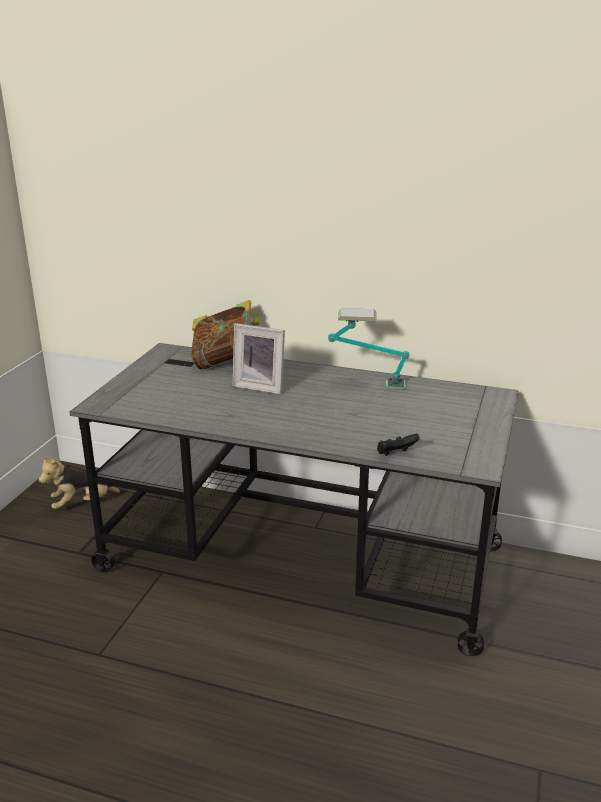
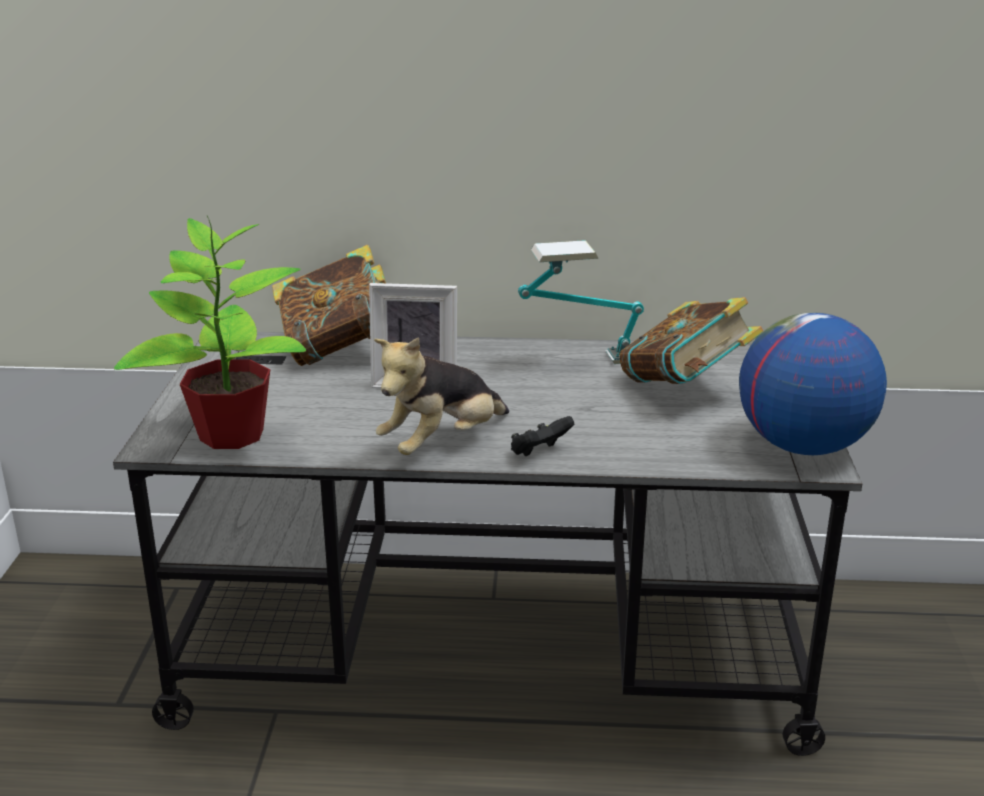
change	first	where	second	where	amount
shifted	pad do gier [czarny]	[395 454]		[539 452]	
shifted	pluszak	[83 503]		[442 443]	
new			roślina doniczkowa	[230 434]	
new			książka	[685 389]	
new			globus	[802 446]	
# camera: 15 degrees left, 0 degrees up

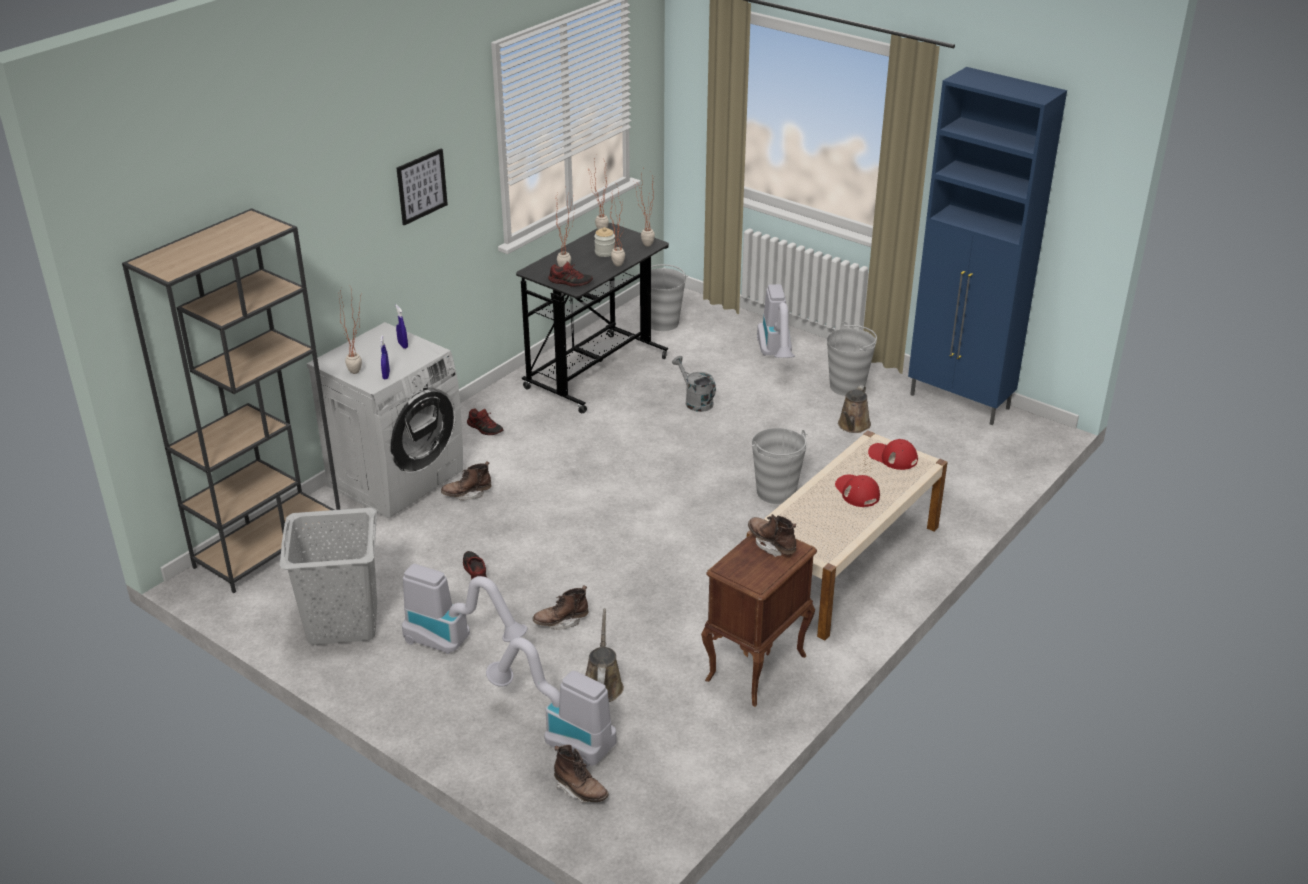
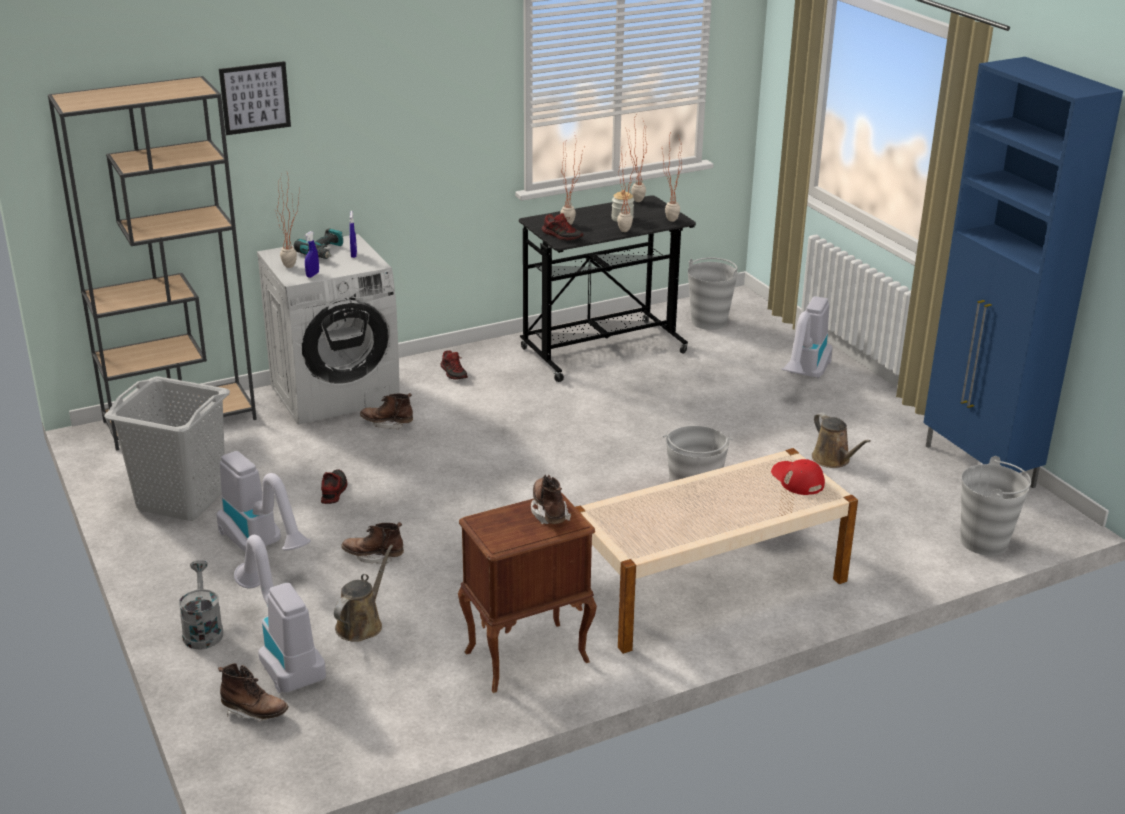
change	first	where	second	where	amount
shifted	obraz	[421 186]		[255 97]	
shifted	wiadro [szary]	[847 386]		[984 542]	
shifted	konewka [szary]	[695 401]		[203 630]	
rotated	konewka [brązowy]	[853 426]		[833 460]	75 degrees counterclockwise
gone	czapka z daszkiem [czerwony]	[857 492]			
rotated	but z cholewką [brązowy]	[580 791]		[254 712]	45 degrees counterclockwise
new			wiertarka	[324 252]	
# camera: 25 degrees right, 5 degrees down

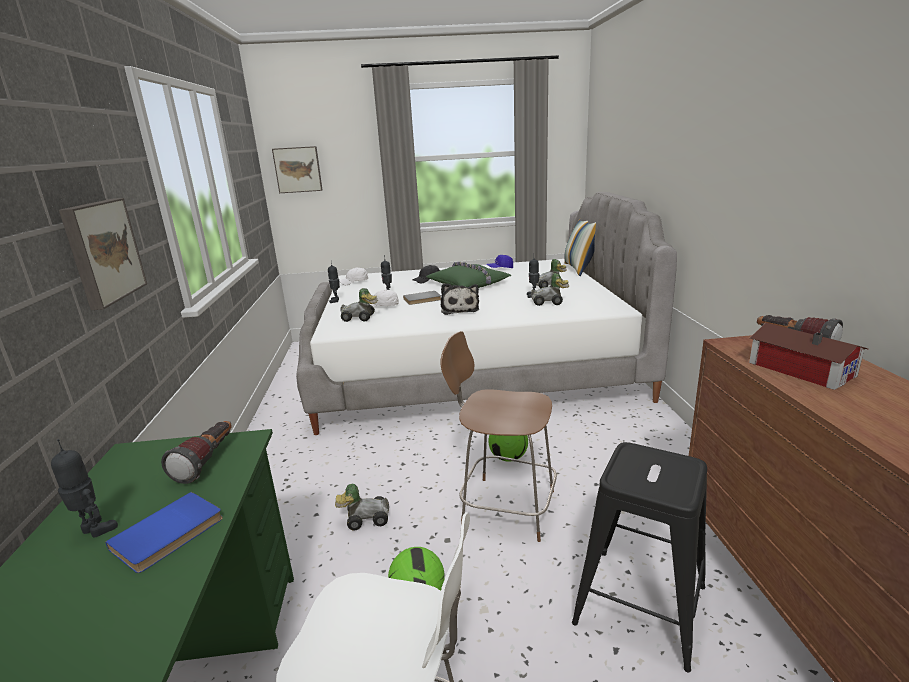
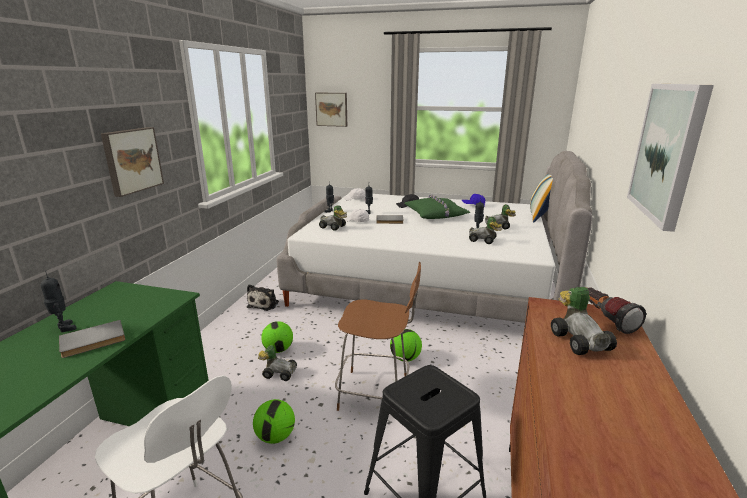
change	first	where	second	where	amount
shifted	pluszak	[459 309]		[264 304]	
swapped	domek	[799 367]	samochodzik	[579 339]	
rotated	krzesło [brązowy]	[505 507]		[376 394]	150 degrees clockwise
gone	latarka	[208 461]			
repainted	książka [niebieski]	[170 534]	książka [szary]	[93 341]	
new			obraz	[667 151]	
new			piłka futbolowa	[278 350]	
# camera: 20 degrees right, 0 degrees up

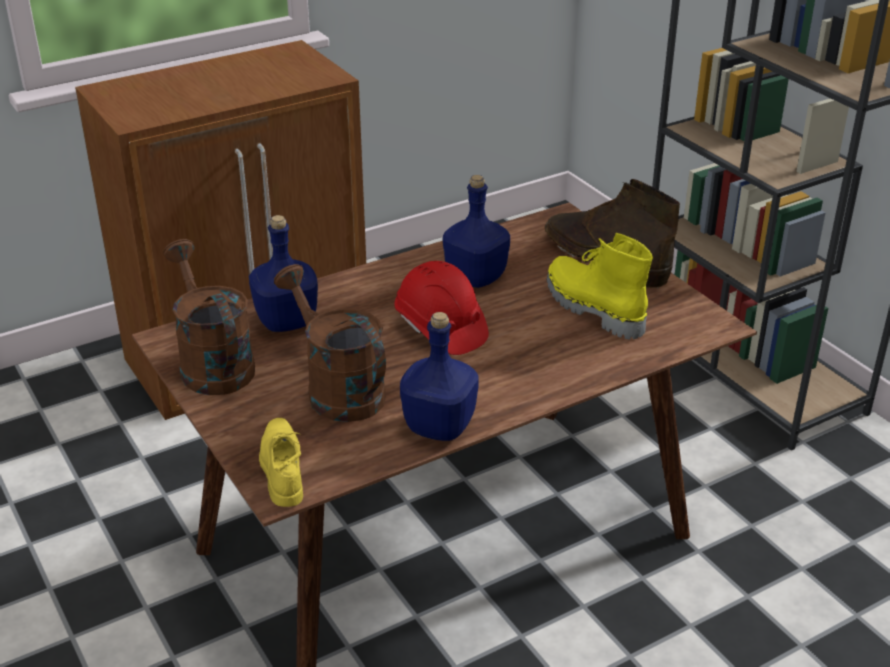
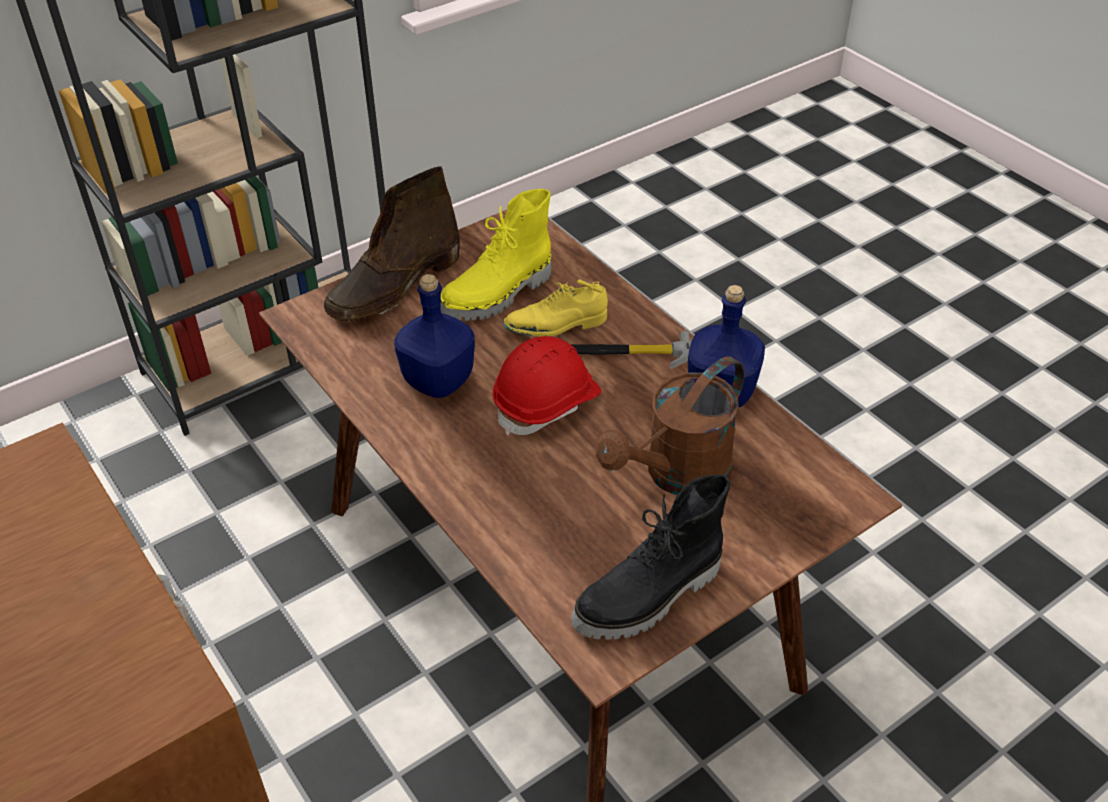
change	first	where	second	where	amount
gone	butelka [niebieski]	[285 322]			
swapped	konewka [brązowy]	[212 363]	but z cholewką [czarny]	[649 598]	
shifted	but [żółty]	[282 469]		[556 326]	
new			młotek	[627 354]	
# camera: 95 degrees left, 10 degrees up

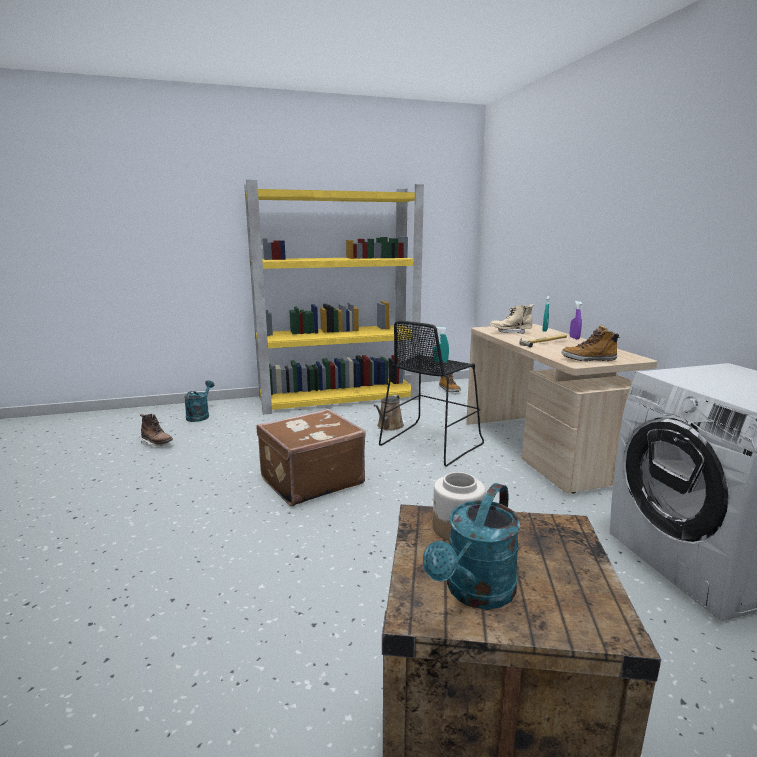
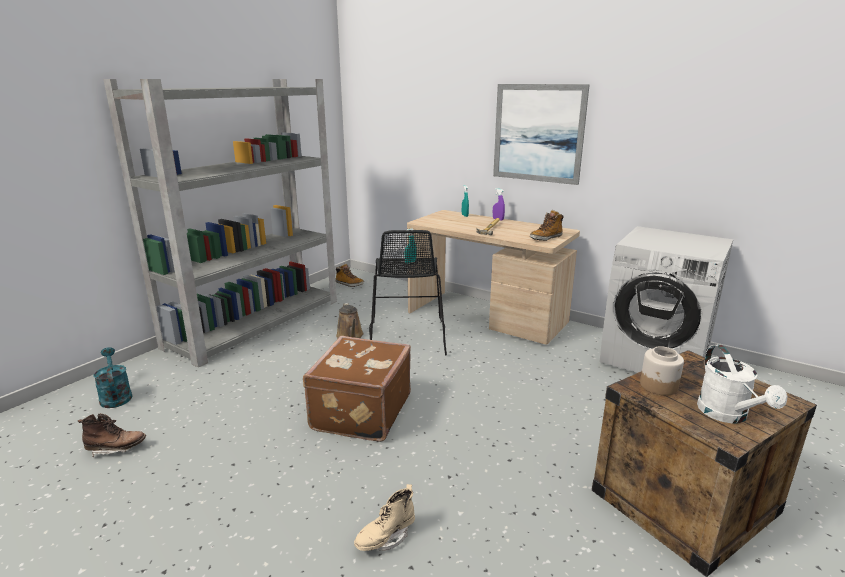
change	first	where	second	where	amount
repainted	regał [żółty]	[338 398]	regał [szary]	[256 323]	
shifted	but z cholewką [beżowy]	[510 332]		[386 537]	
repainted	konewka [turkusowy]	[475 593]	konewka [biały]	[728 415]	
new			obraz	[538 133]	
# camera: 40 degrees left, 5 degrees up

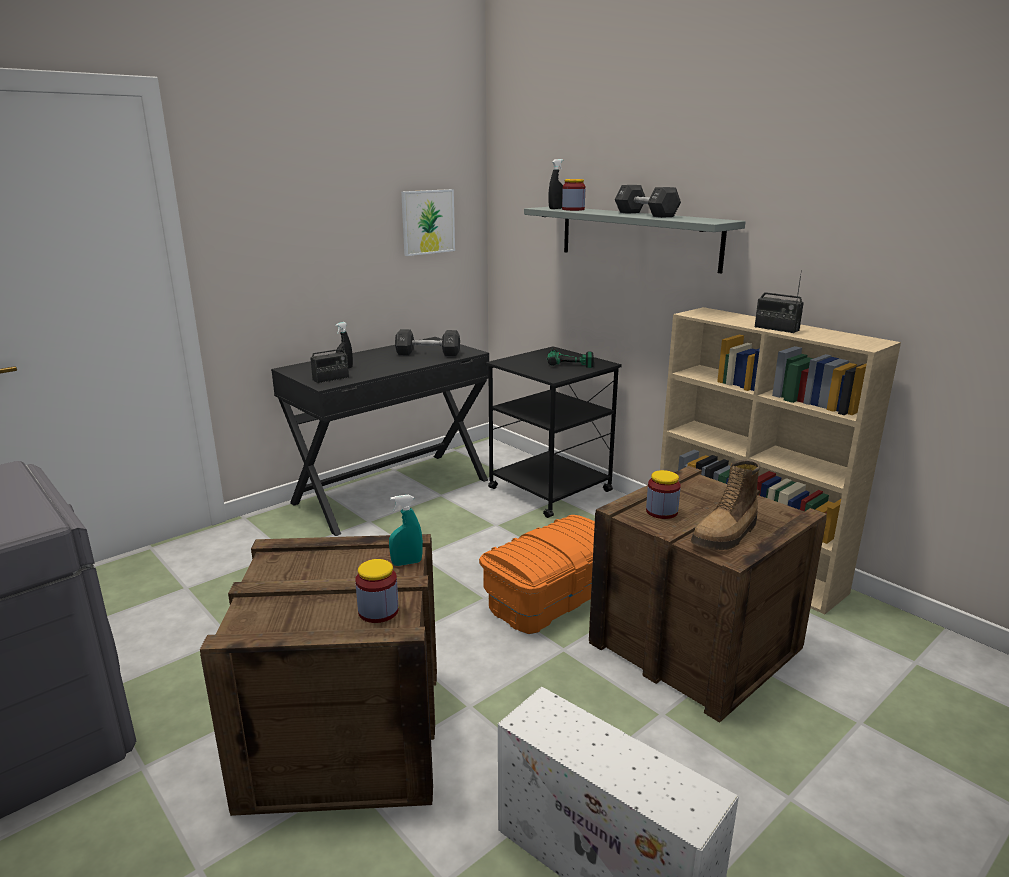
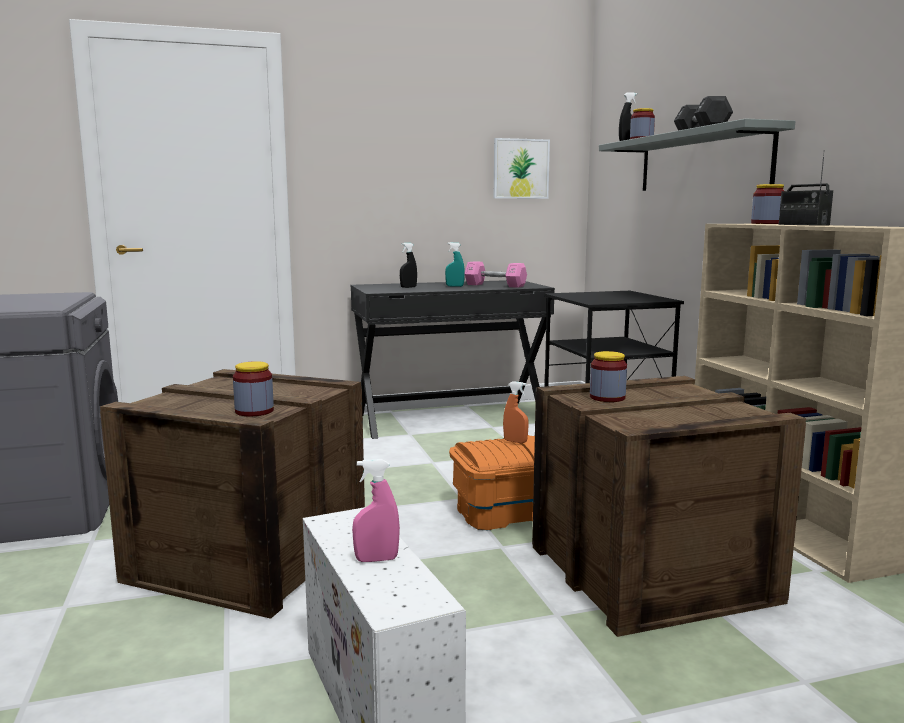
change	first	where	second	where	amount
gone	radio	[331 379]			
repainted	hantel [czarny]	[428 354]	hantel [różowy]	[495 285]	
gone	wiertarka	[569 360]			
gone	but z cholewką	[726 536]			
shifted	spryskiwacz [turkusowy]	[407 563]		[454 286]	
new			słoik	[766 223]	
new			spryskiwacz [pomarańczowy]	[515 441]	
new			spryskiwacz [różowy]	[376 559]	
# camera: 25 degrees right, 10 degrees down

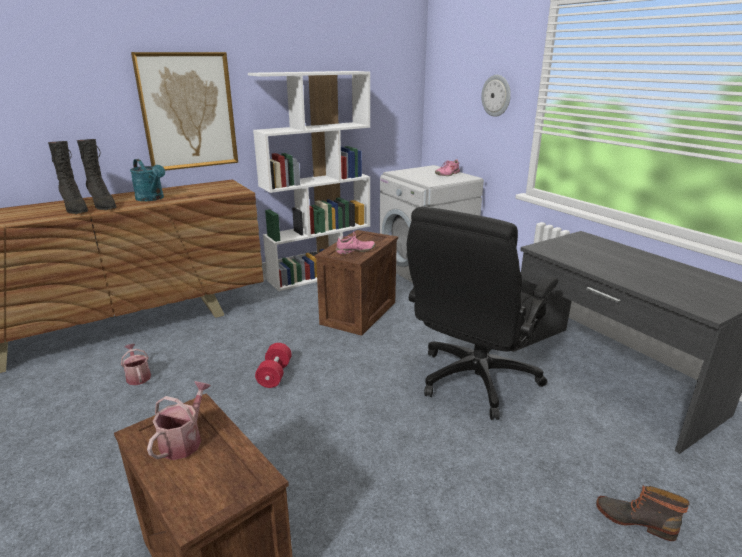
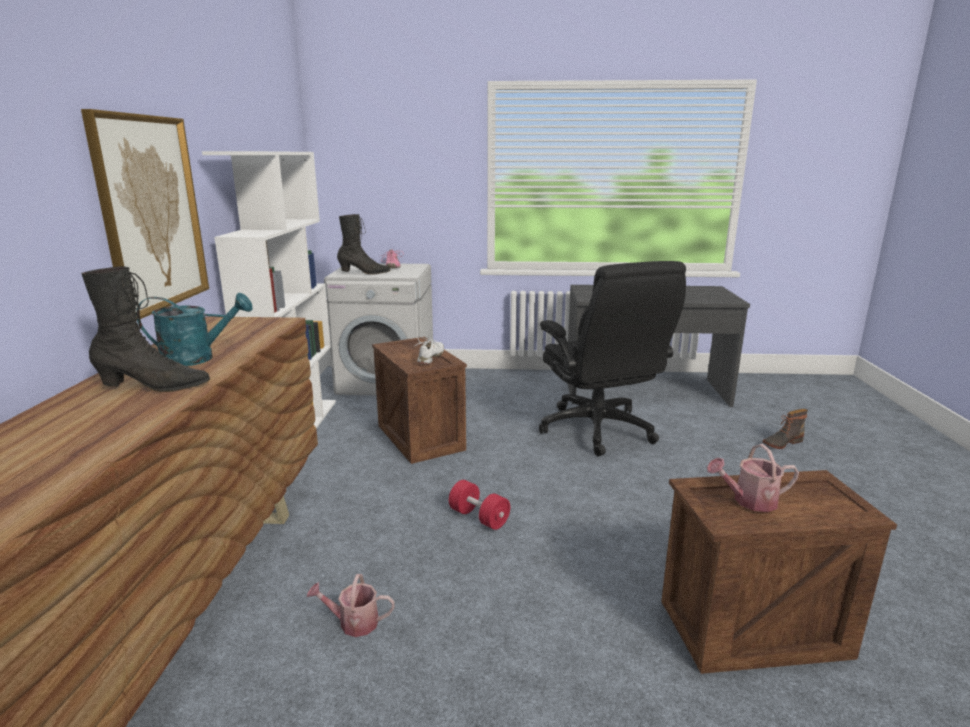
change	first	where	second	where	amount
gone	zegar ścienny	[496 95]			
shifted	but z cholewką [czarny]	[75 209]		[364 273]	
repainted	but [różowy]	[355 251]	but [biały]	[431 358]	
rotated	konewka	[184 440]		[749 501]	60 degrees counterclockwise
# camera: 55 degrees left, 5 degrees down

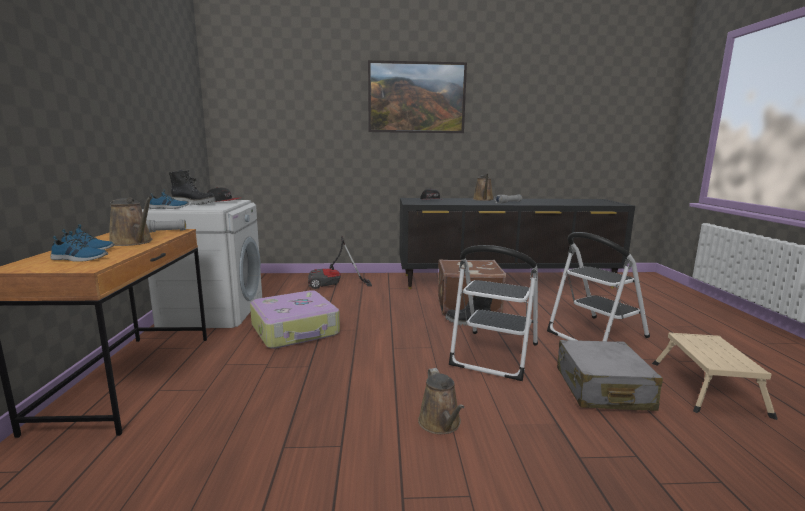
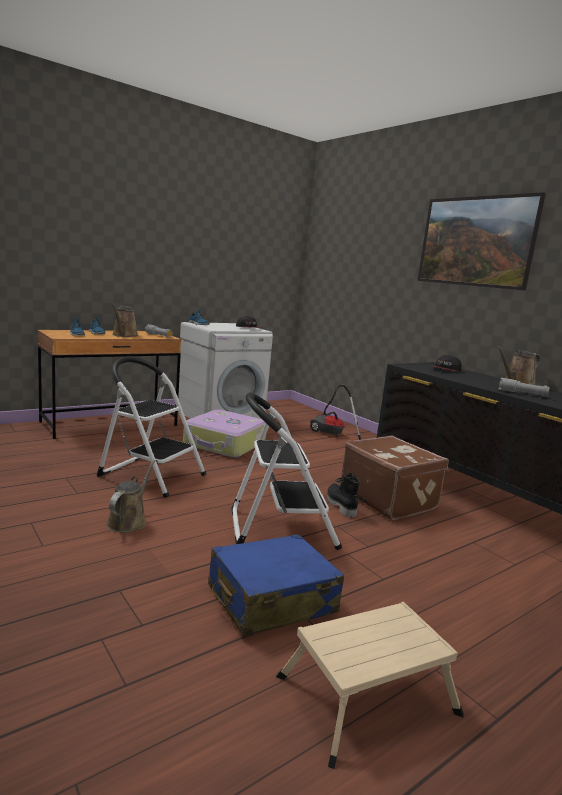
change	first	where	second	where	amount
gone	but z cholewką [czarny]	[194 204]			
shifted	drabinka	[594 335]		[150 475]	
repainted	walizka [szary]	[602 388]	walizka [niebieski]	[271 600]	
rotated	konewka [brązowy]	[441 424]		[128 521]	150 degrees clockwise
# camera: 55 degrees right, 0 degrees up

